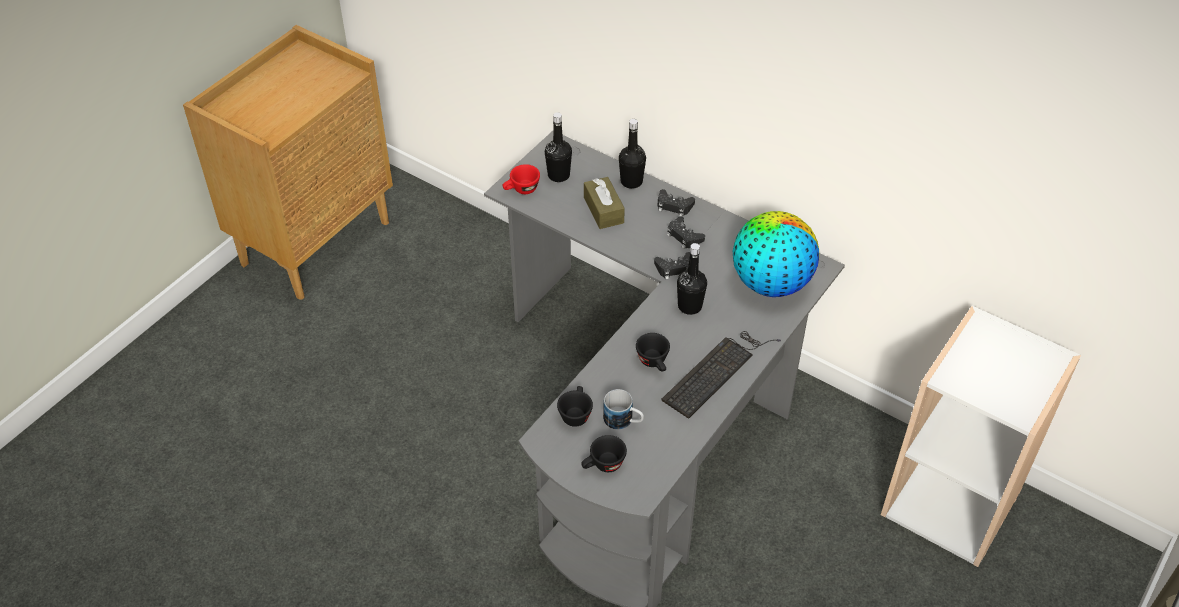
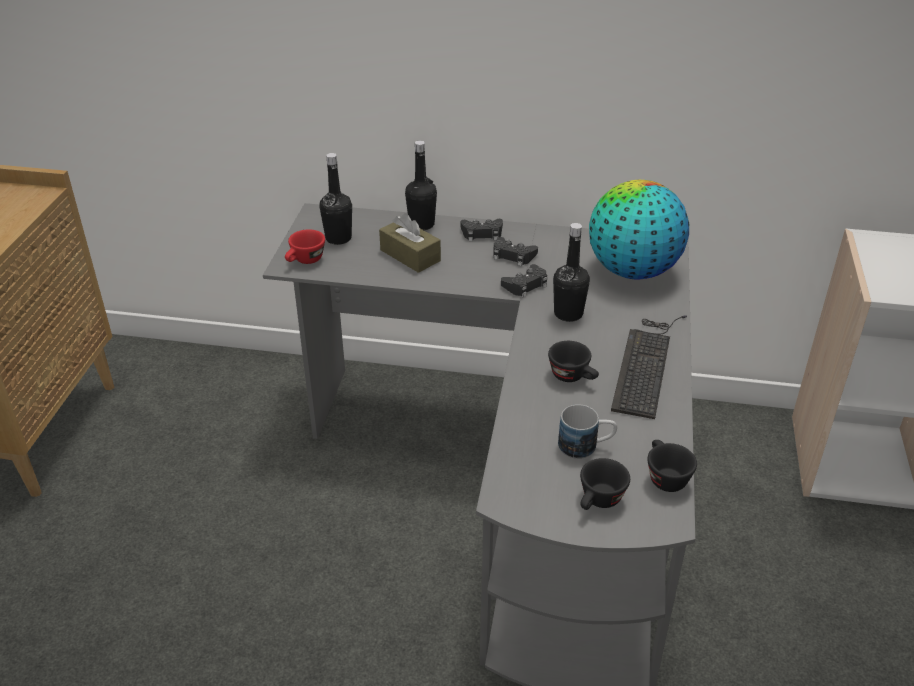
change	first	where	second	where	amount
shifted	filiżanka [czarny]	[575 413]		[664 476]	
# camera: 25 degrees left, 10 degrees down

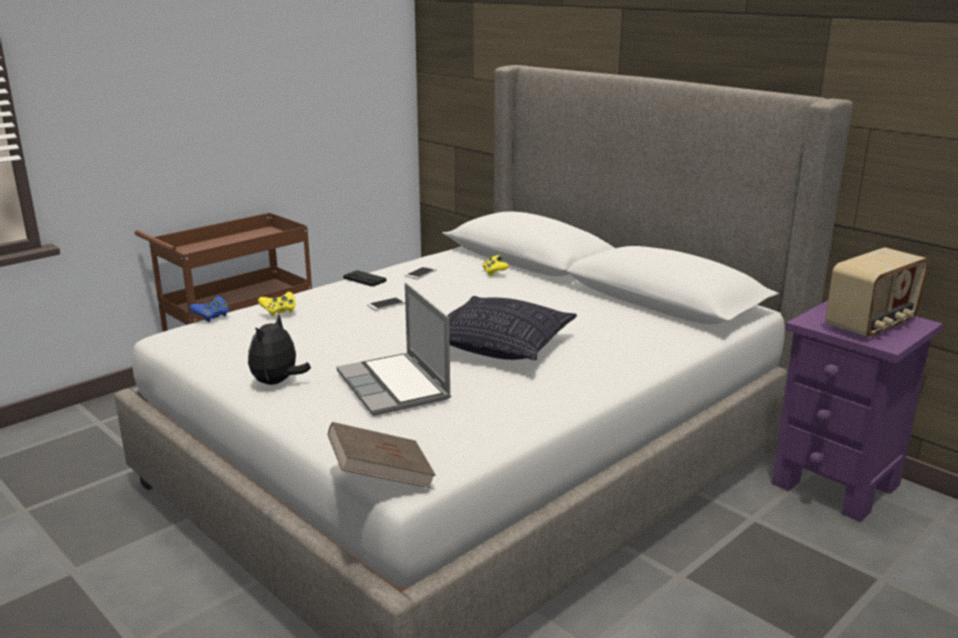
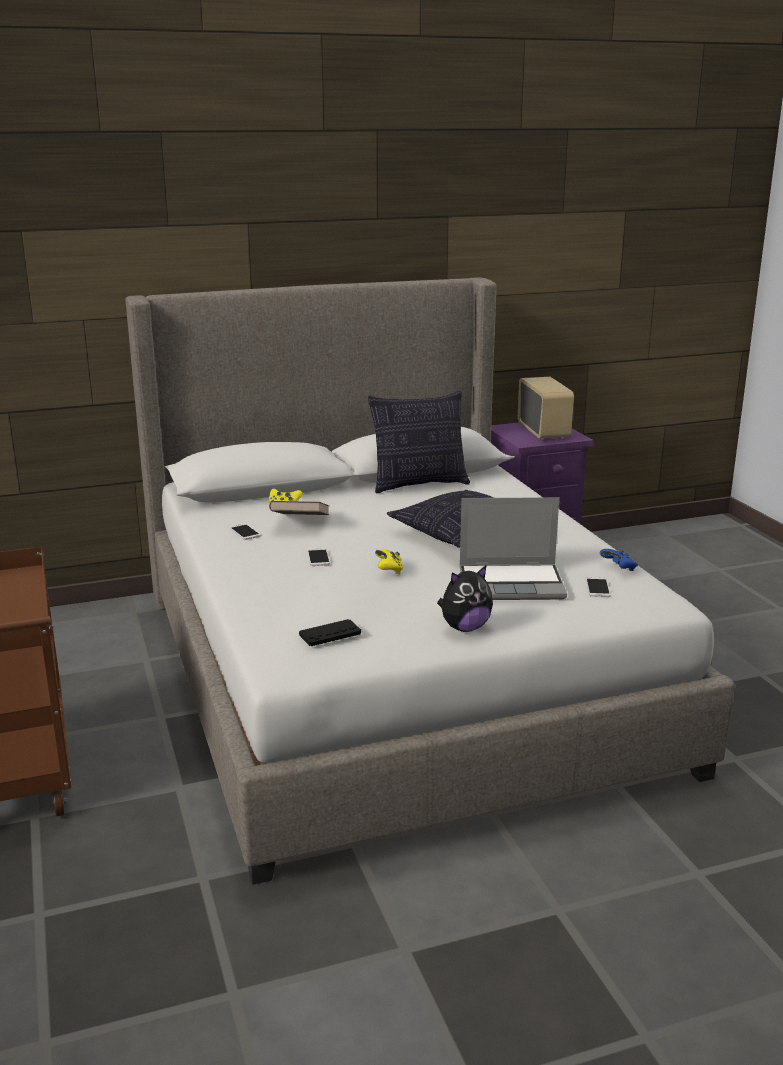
change	first	where	second	where	amount
shifted	pad do gier [czarny]	[364 279]		[330 634]	
shifted	pad do gier [żółty]	[279 311]		[389 570]	
shifted	pad do gier [niebieski]	[212 317]		[619 568]	
rotated	pluszak	[277 382]		[464 627]	75 degrees counterclockwise
shifted	książka [brązowy]	[381 476]		[300 524]	
new			poduszka	[419 484]	
new			telefon	[597 587]	
# camera: 65 degrees left, 0 degrees up

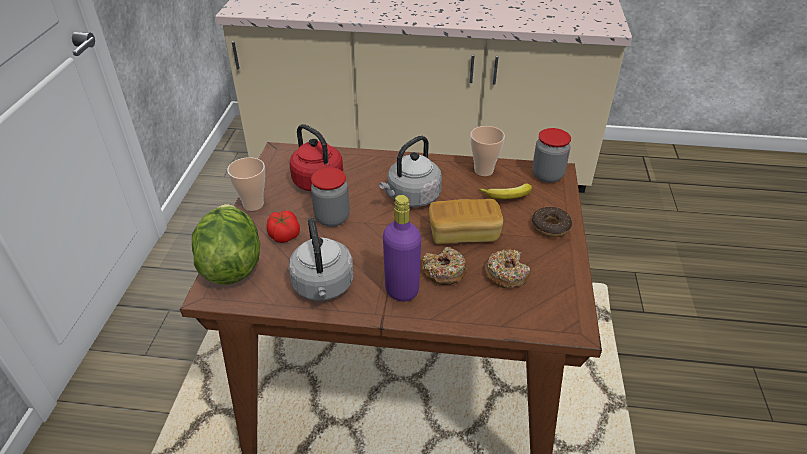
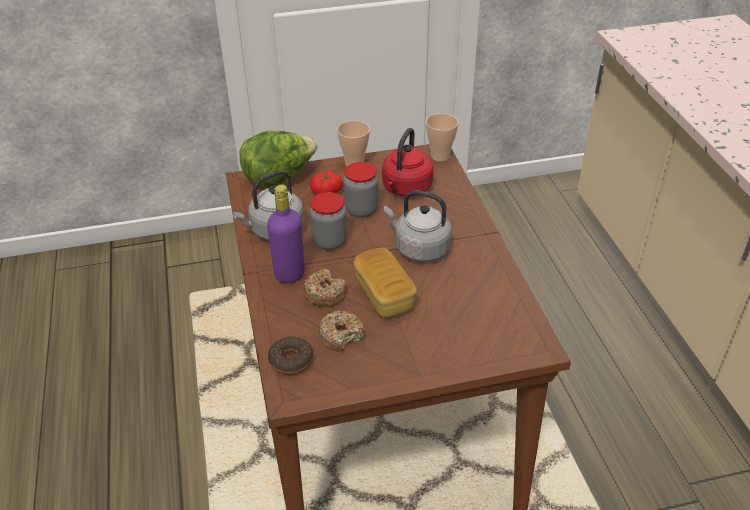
change	first	where	second	where	amount
shifted	filiżanka	[483 171]		[440 156]	
shifted	słoik	[547 175]		[329 241]	
gone	banan	[507 196]			
shifted	donut	[550 227]		[291 360]	
# camera: 70 degrees right, 0 degrees up

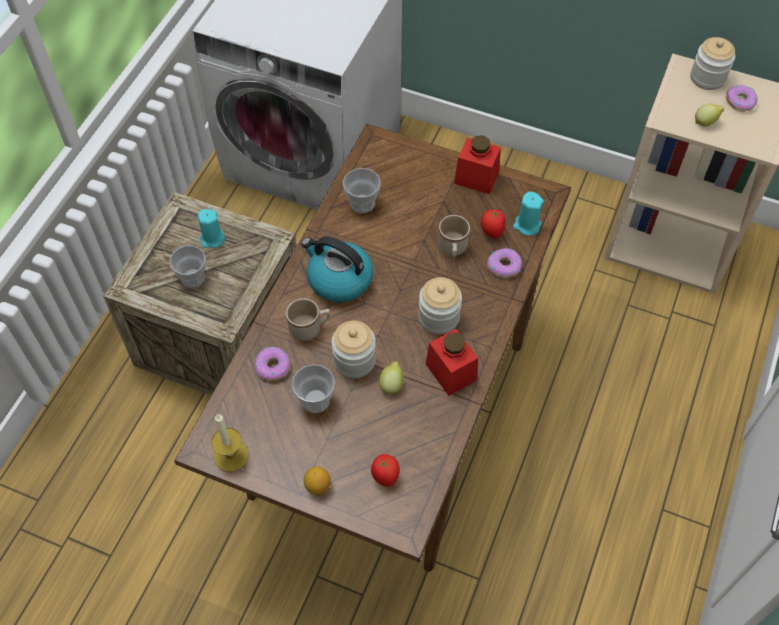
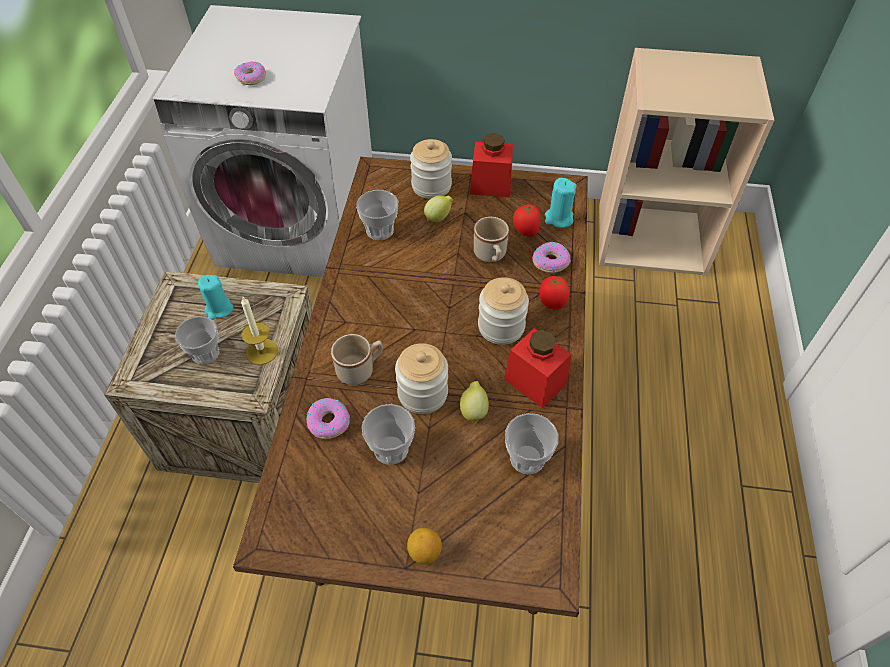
change	first	where	second	where	amount
shifted	słoik	[707 78]		[431 186]	
shifted	donut	[740 101]		[251 78]	
shifted	cytryna	[705 122]		[438 217]	
gone	czajnik	[339 279]			
shifted	świeca	[231 455]		[261 351]	
shifted	pomidor	[385 476]		[551 303]	
new			filiżanka	[527 458]	
# camera: 15 degrees left, 5 degrees down

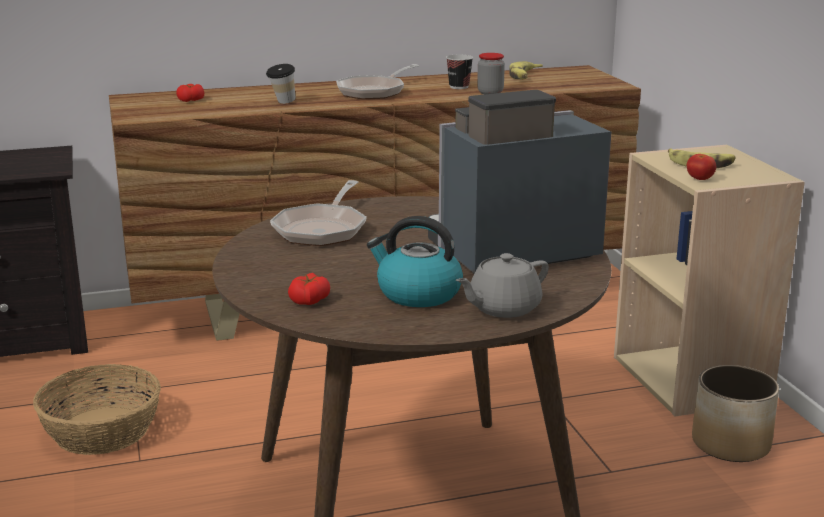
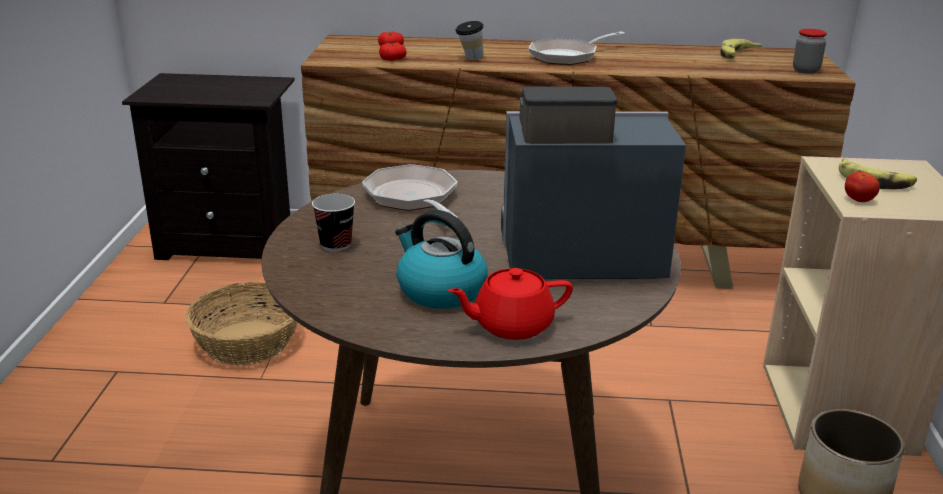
change	first	where	second	where	amount
shifted	słoik	[490 92]		[806 70]	
shifted	filiżanka	[459 87]		[336 245]	
rotated	patelnia	[322 229]		[413 199]	120 degrees clockwise
repainted	imbryk [szary]	[502 308]	imbryk [czerwony]	[511 325]	
shifted	pomidor	[309 300]		[392 59]	
# camera: 20 degrees right, 5 degrees up

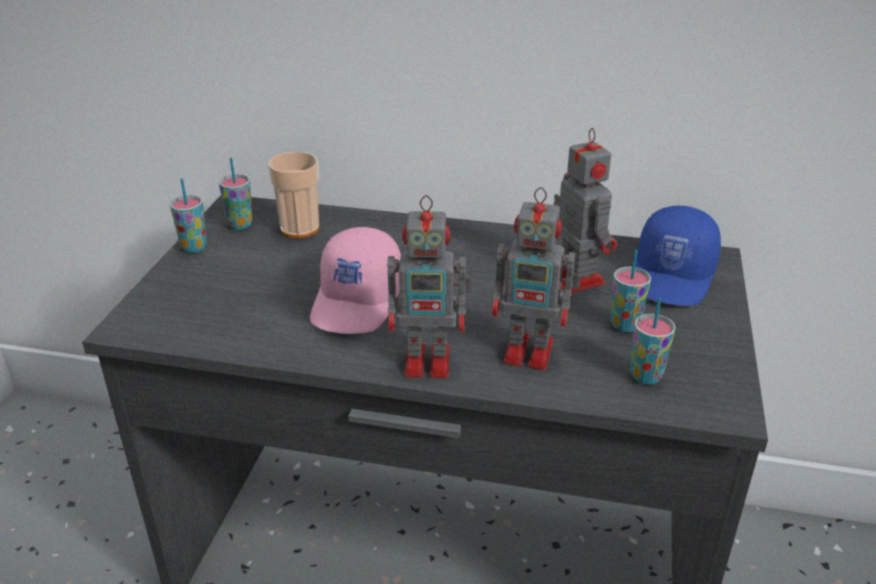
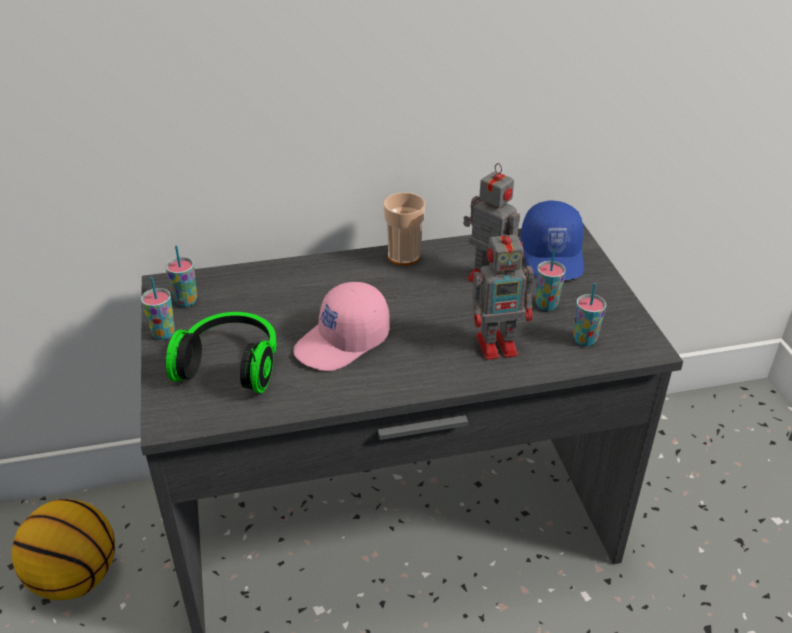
change	first	where	second	where	amount
shifted	filiżanka	[299 229]		[404 256]	
gone	robot zabawkowy	[430 361]			
rotated	czapka z daszkiem [różowy]	[358 302]		[343 342]	60 degrees clockwise
new			słuchawki	[231 364]	
new			piłka do koszykówki	[75 577]	
# camera: 25 degrees left, 5 degrees up

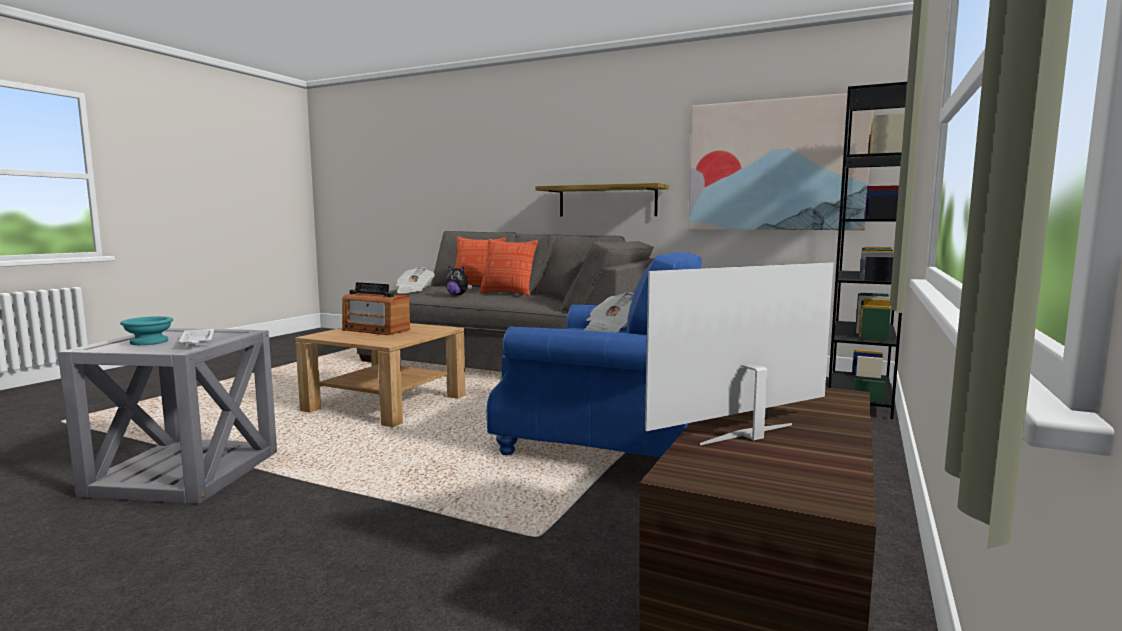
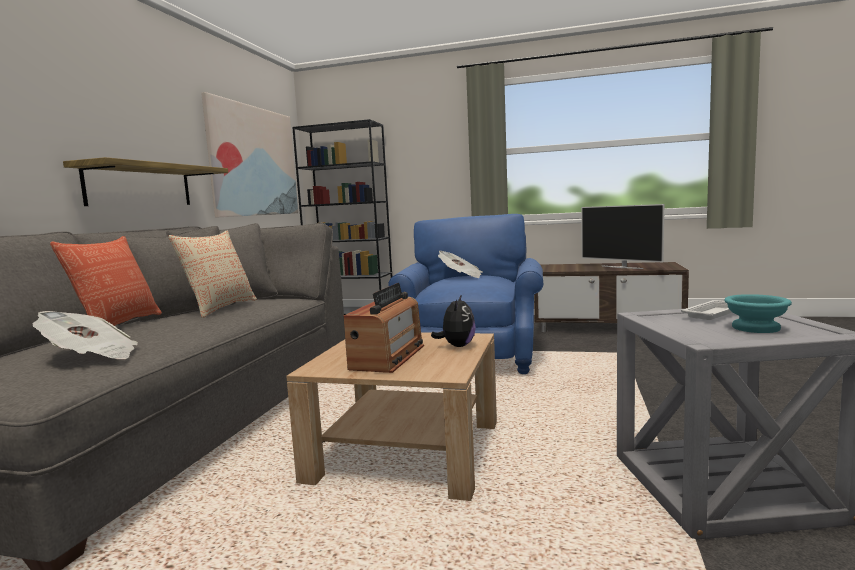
change	first	where	second	where	amount
repainted	poduszka [pomarańczowy]	[508 294]	poduszka [beżowy]	[221 309]	
shifted	pluszak	[457 295]		[457 346]	
# camera: 100 degrees left, 0 degrees up

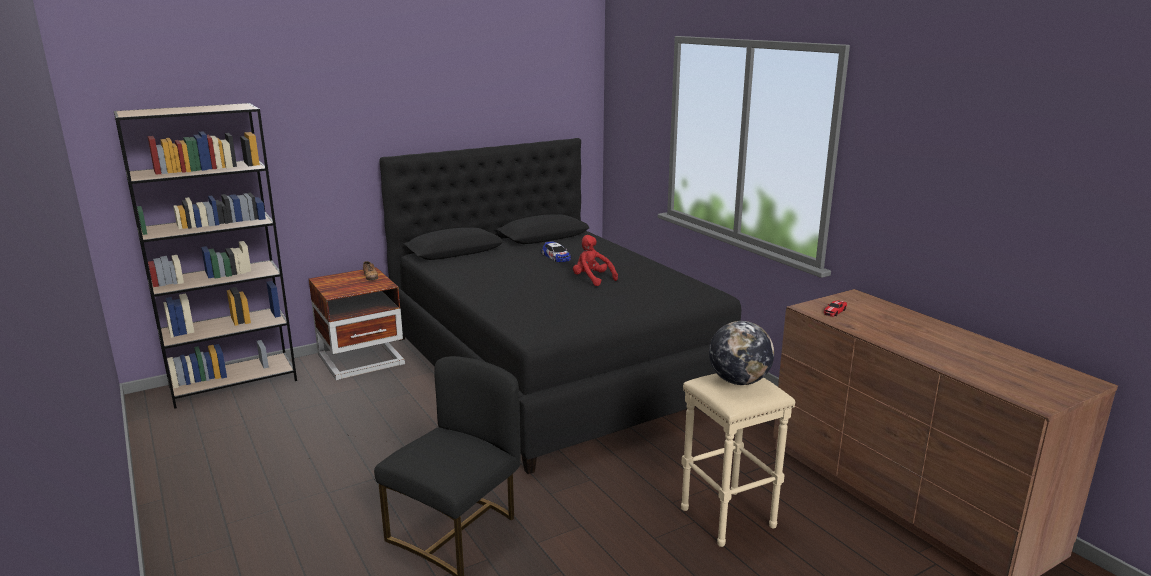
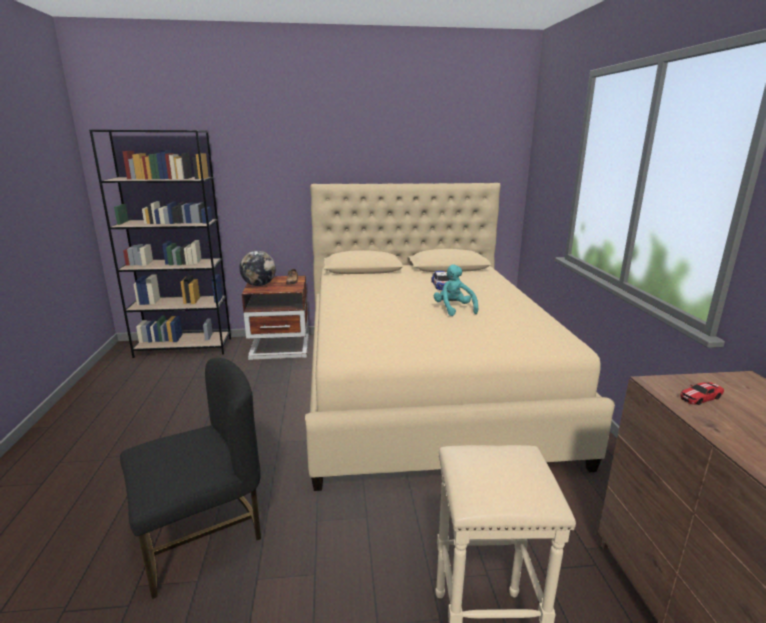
change	first	where	second	where	amount
repainted	łóżko [czarny]	[557 367]	łóżko [beżowy]	[424 386]	
repainted	pluszak [czerwony]	[592 279]	pluszak [turkusowy]	[454 309]	
shifted	globus	[738 381]		[259 285]	
# camera: 25 degrees right, 0 degrees up

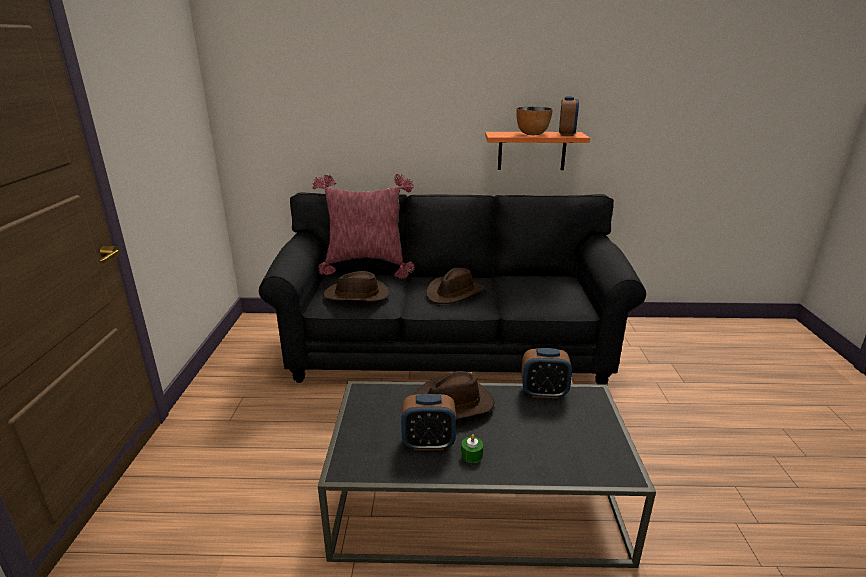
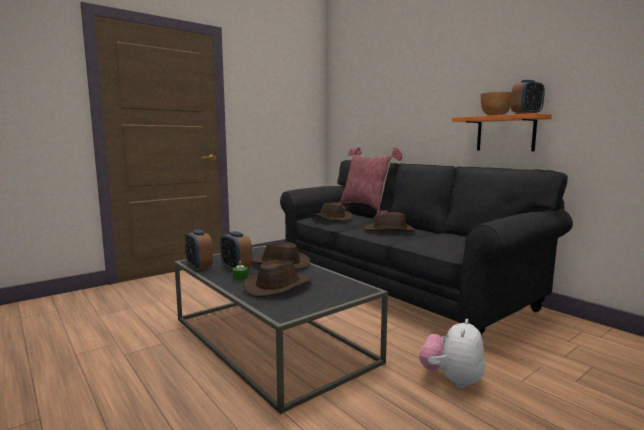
change	first	where	second	where	amount
shifted	budzik	[544 392]		[199 266]	
new			kapelusz [brązowy]	[278 286]	
new			pluszak	[452 380]	
# camera: 50 degrees right, 15 degrees down

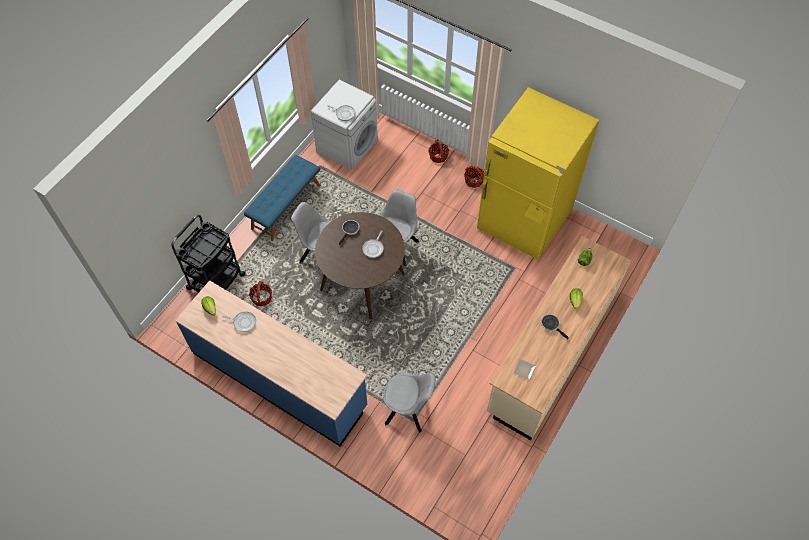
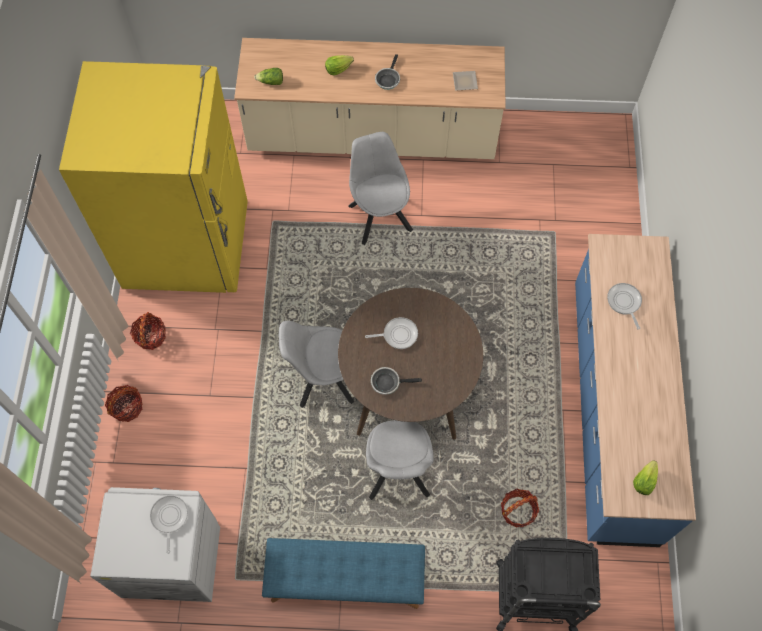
change	first	where	second	where	amount
shifted	patelnia	[243 322]		[624 302]	
shifted	krzesło [szary]	[408 410]		[379 216]	
# camera: 120 degrees left, 5 degrees up

